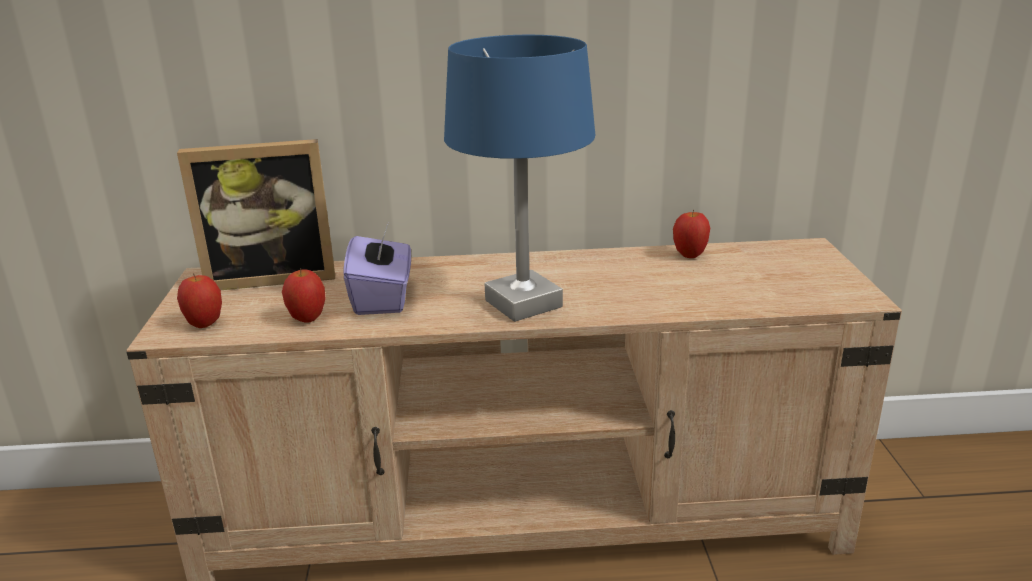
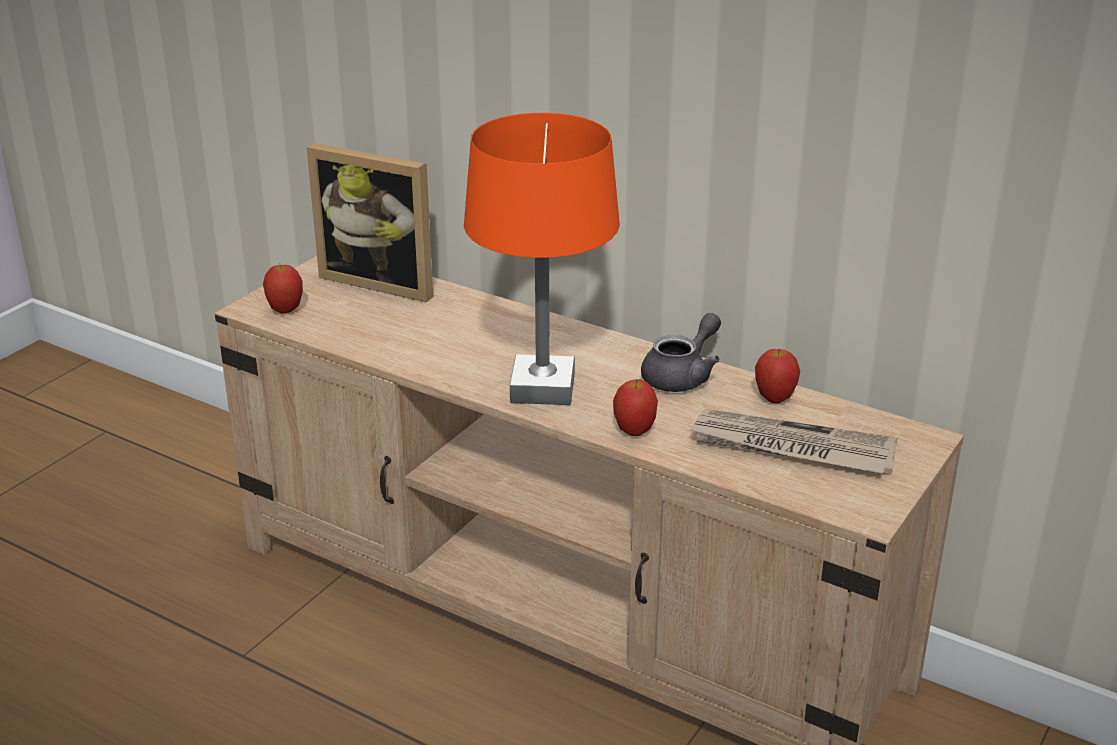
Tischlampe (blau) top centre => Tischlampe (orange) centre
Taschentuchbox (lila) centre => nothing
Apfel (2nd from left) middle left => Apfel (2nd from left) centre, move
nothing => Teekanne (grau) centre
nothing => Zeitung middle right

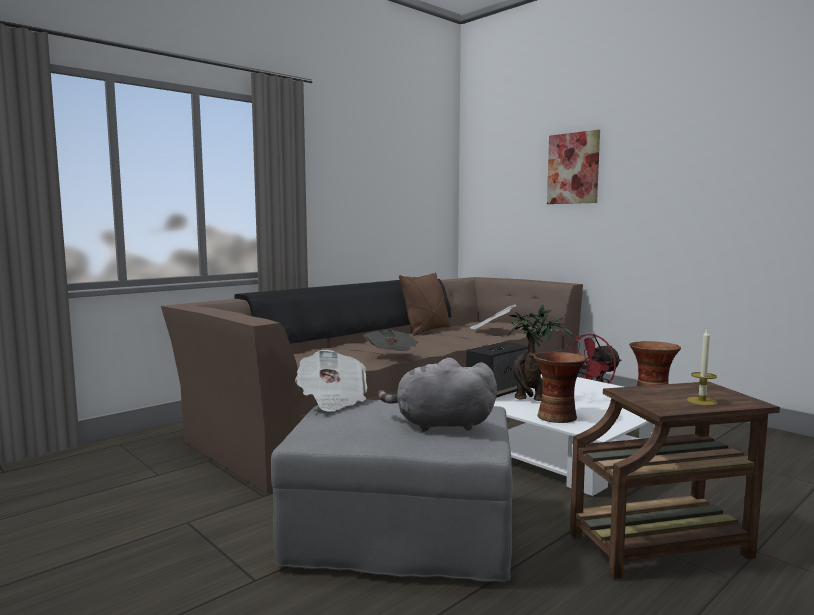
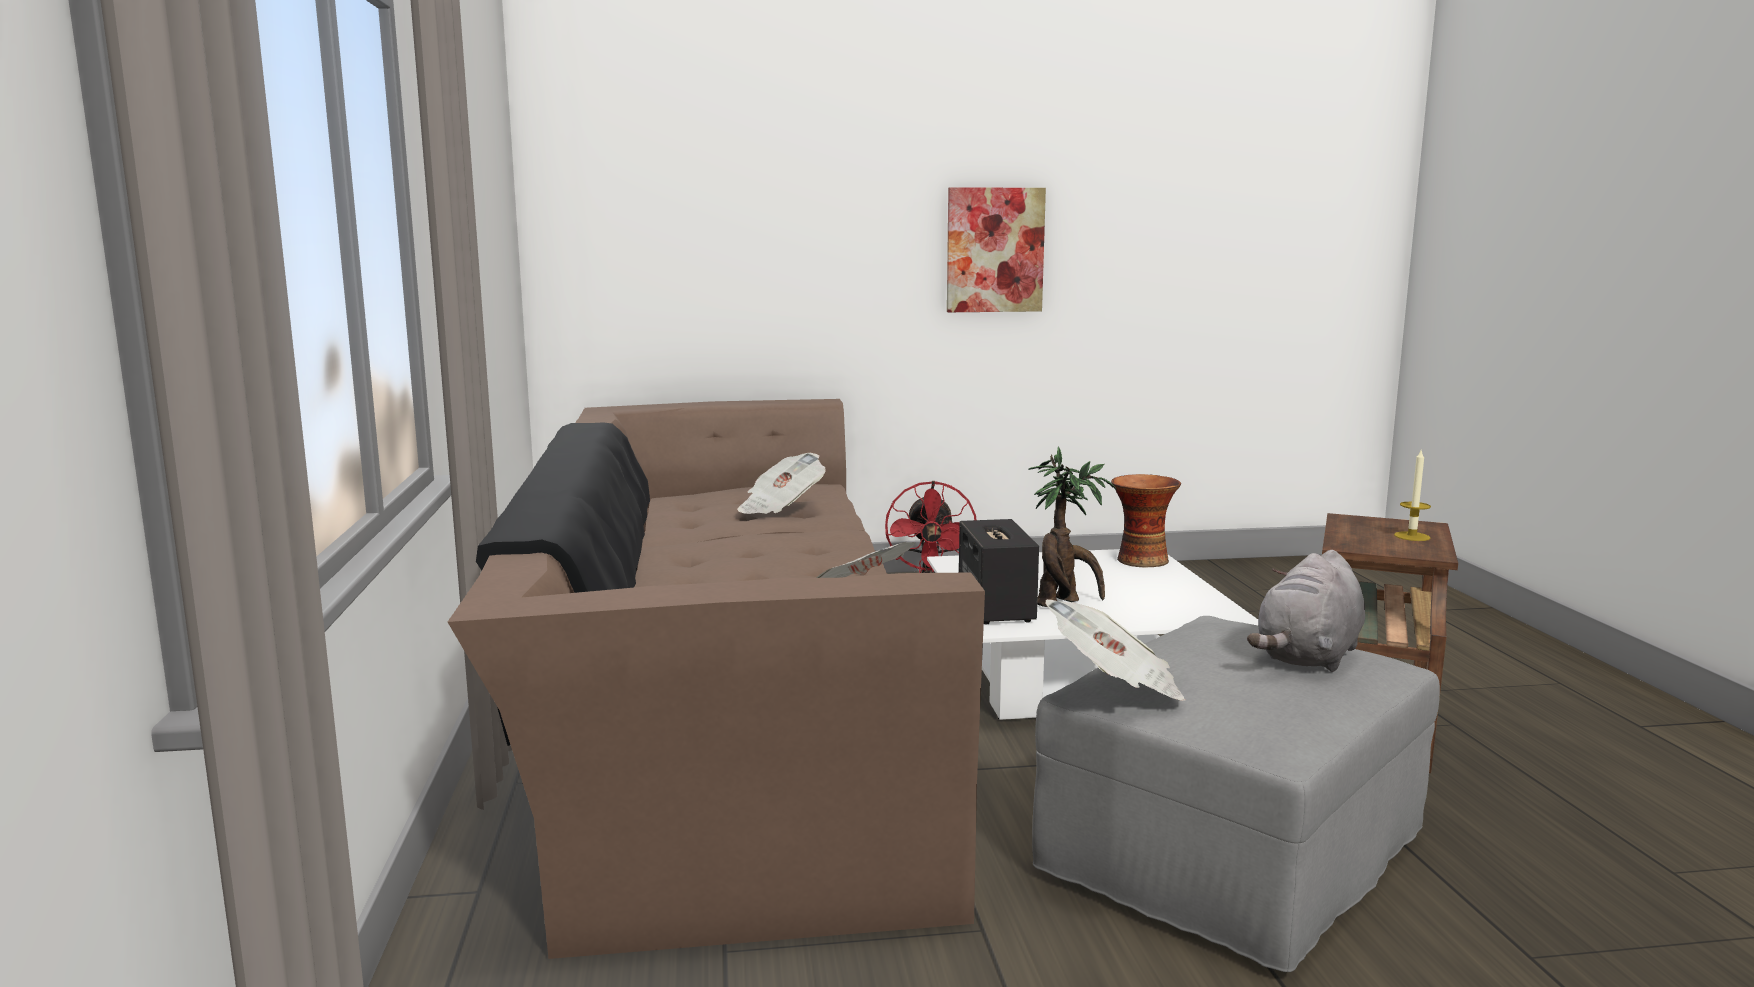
Bild top right => Bild top centre, move
Kissen (braun) centre => nothing
Vase (1st from left) middle right => nothing

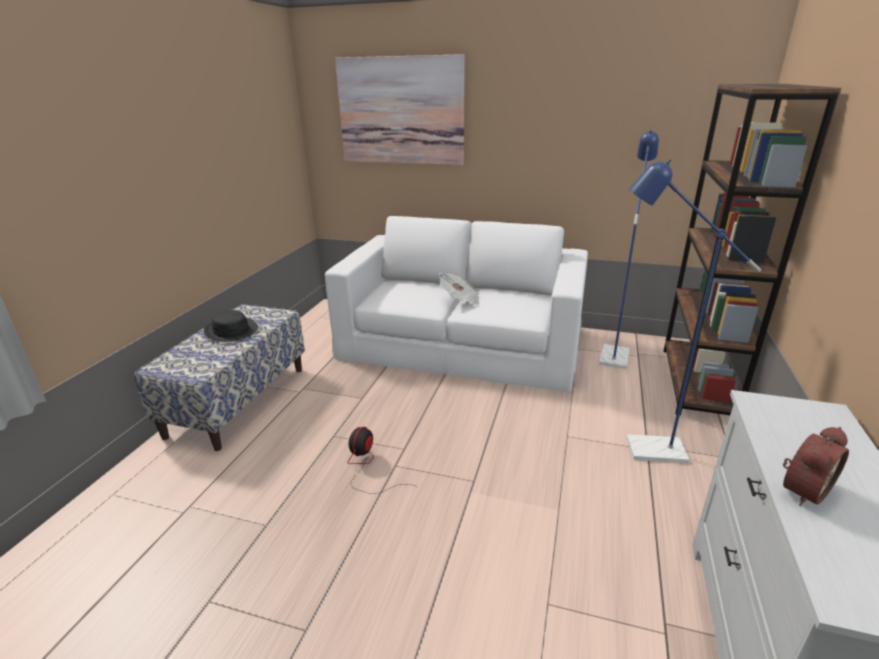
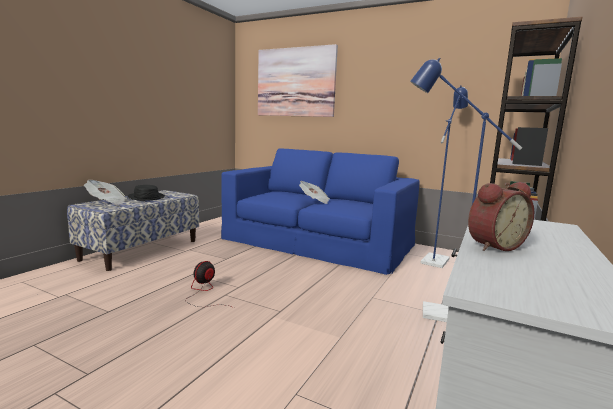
Sofa (weiß) centre => Sofa (blau) centre
nothing => Zeitung (1st from left) middle left

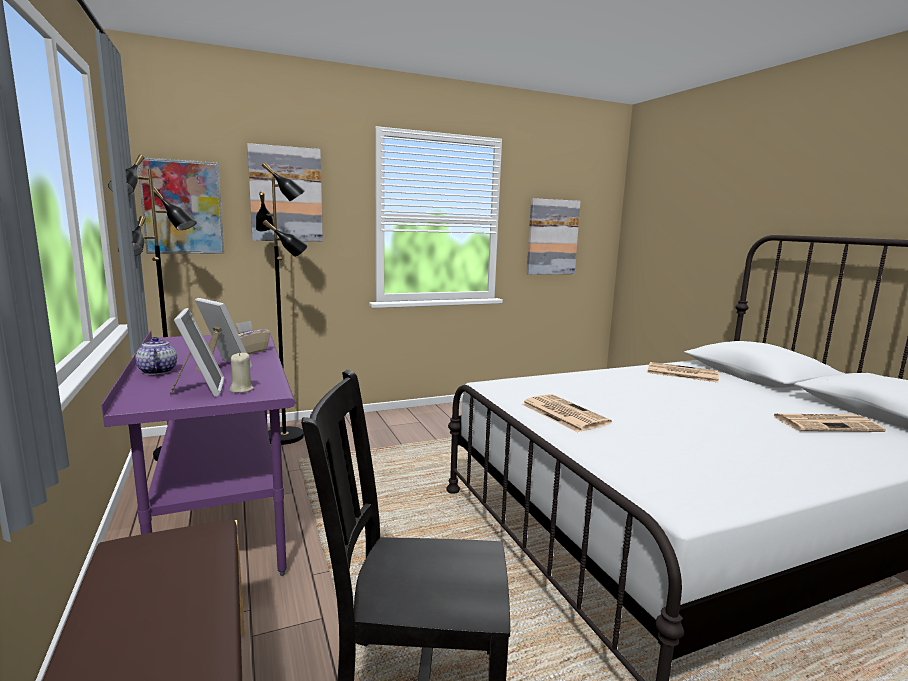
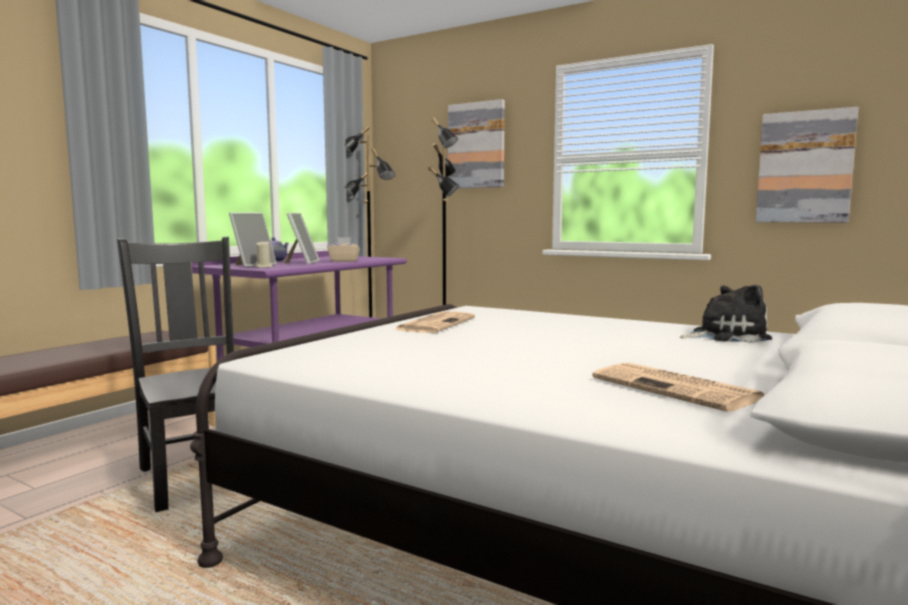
Bild (1st from left) top left => nothing
Zeitung (2nd from left) middle right => Plüschtier middle right

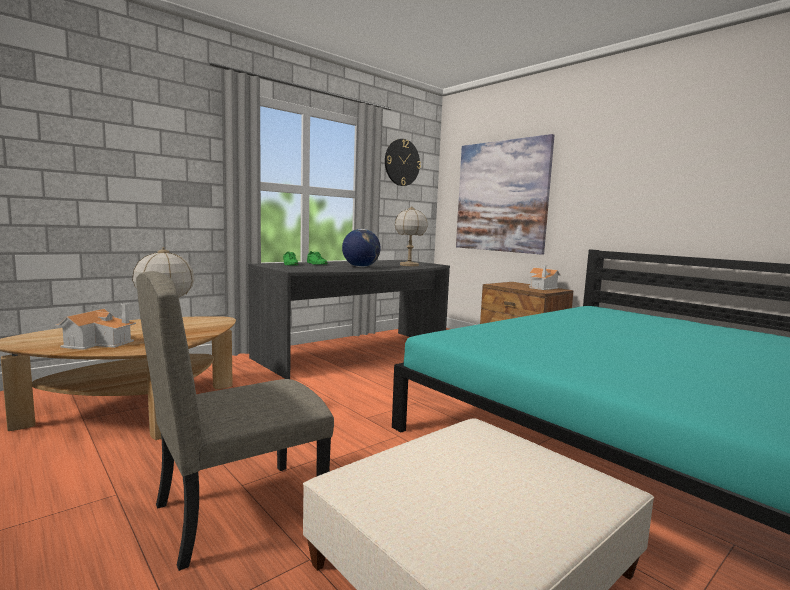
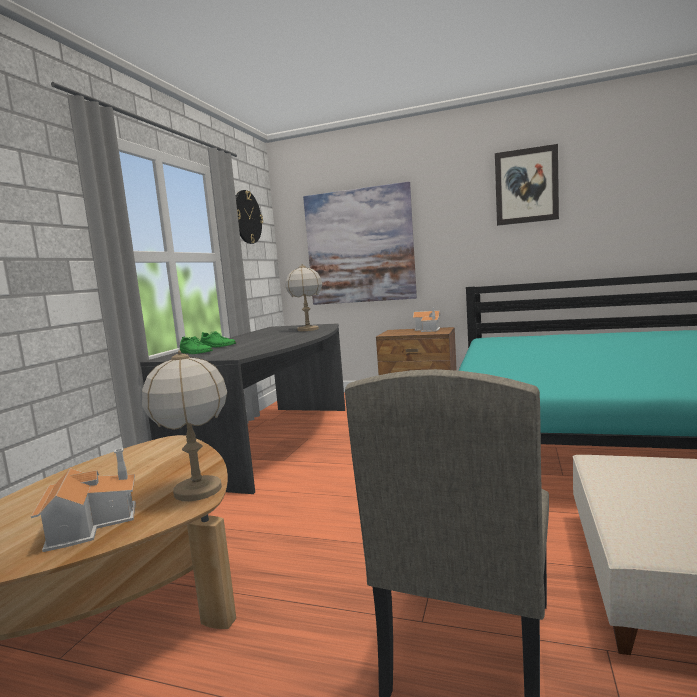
Globus centre => nothing
nothing => Bild (2nd from left) top right

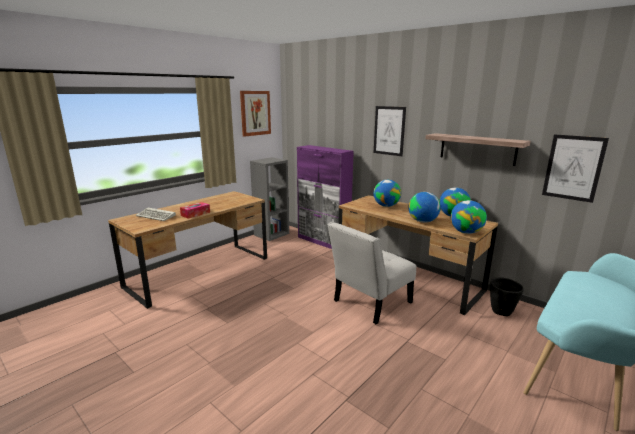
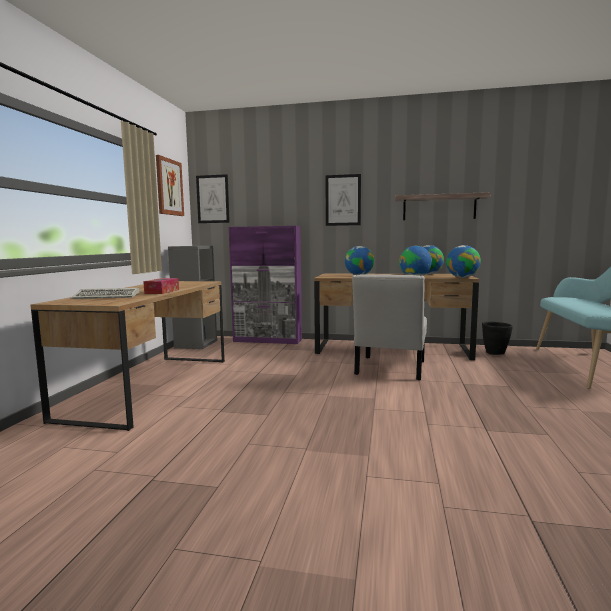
Bild (3rd from left in the first image) middle right => Bild (2nd from left) top centre, move

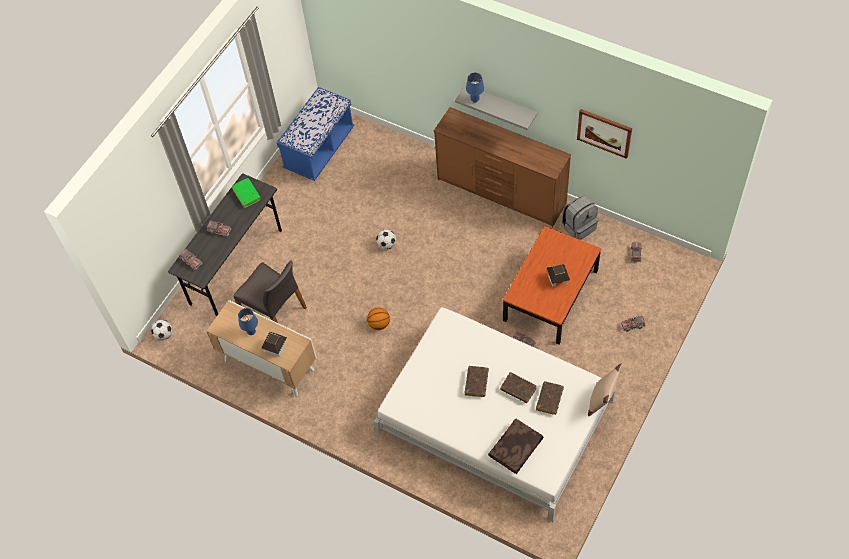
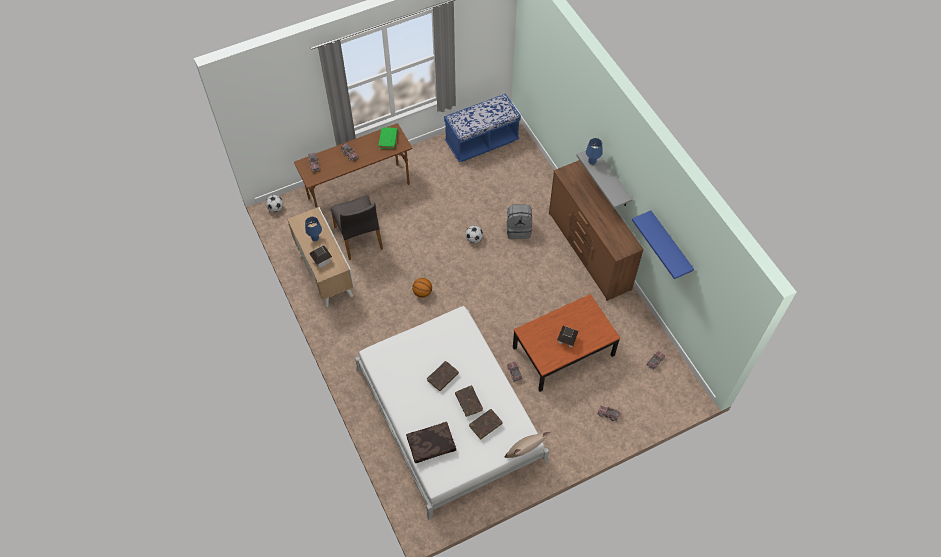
Bild top right => Wandregal (blau) middle right
Schreibtisch (grau) middle left => Schreibtisch (braun) top centre
Rucksack (grau) middle right => Rucksack (grau) centre, move

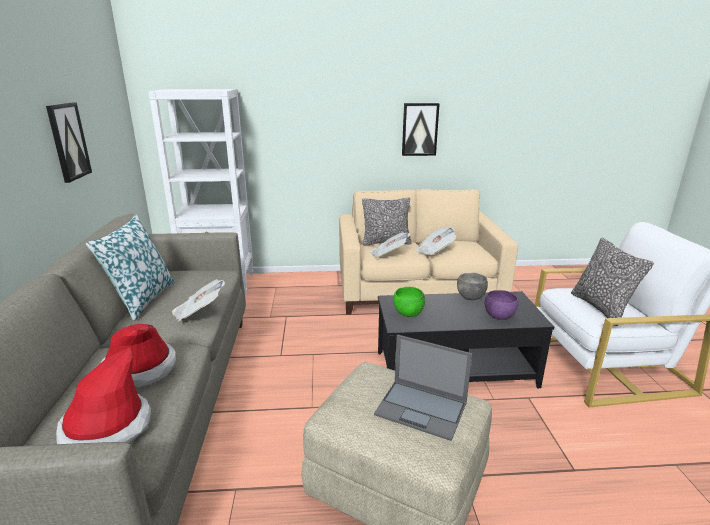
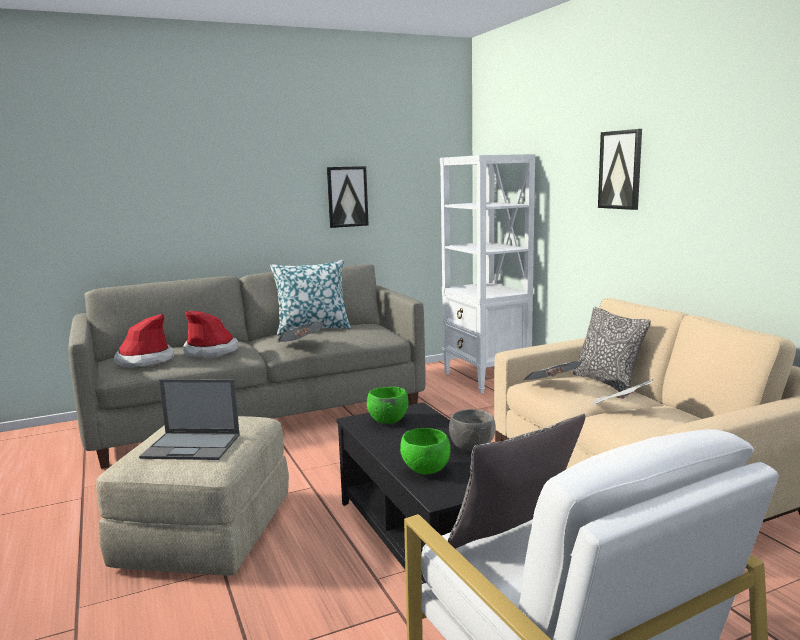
Bild (2nd from left) top centre => Bild (2nd from left) top right, move
Schüssel (lila) middle right => Schüssel (grün) (2nd from left) bottom centre
Laptop bottom centre => Laptop middle left, 90 degrees counterclockwise

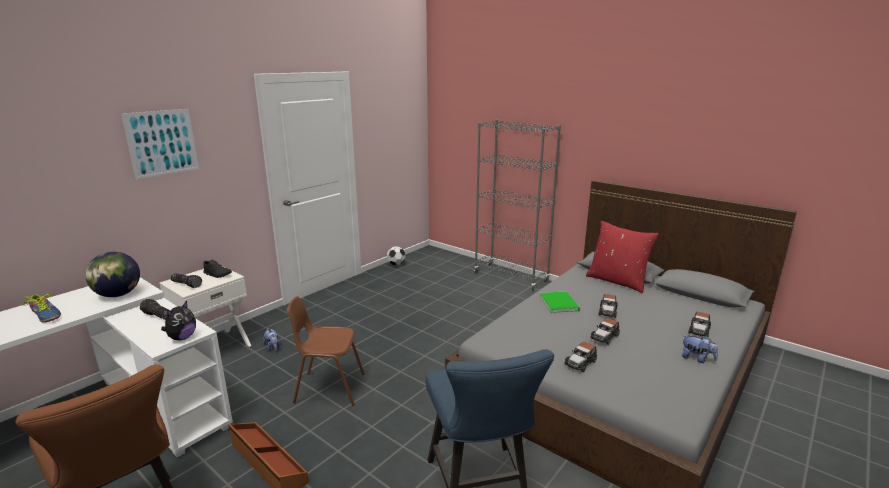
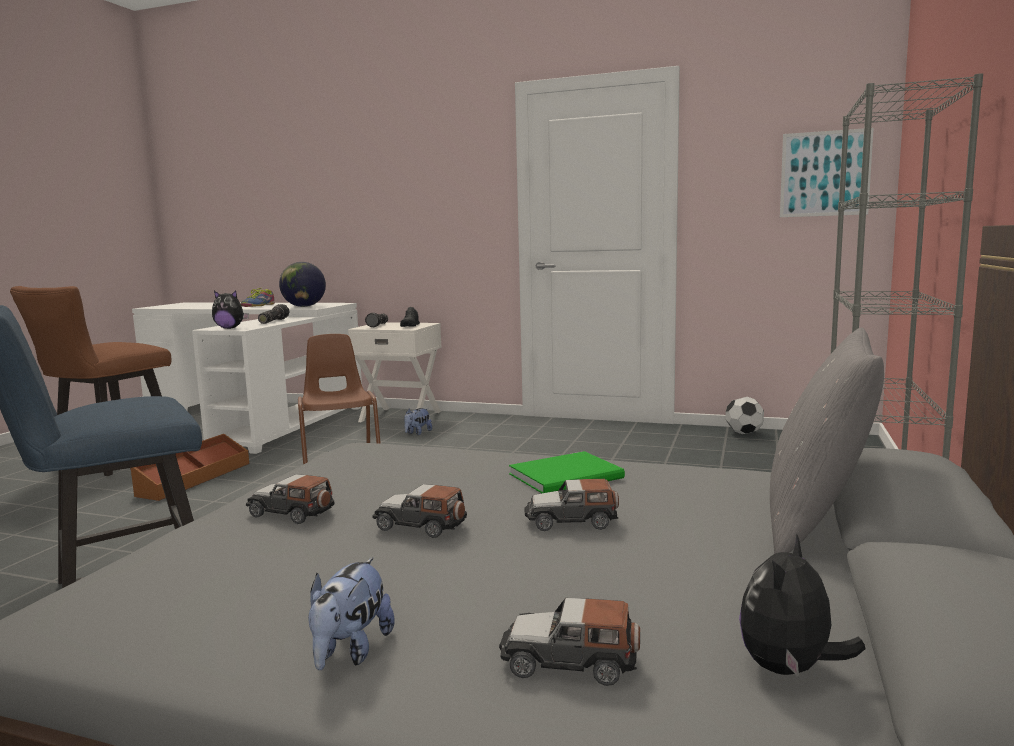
Bild top left => Bild top right, move
Kissen (rot) middle right => Kissen (grau) middle right
nothing => Plüschtier (4th from left) bottom right

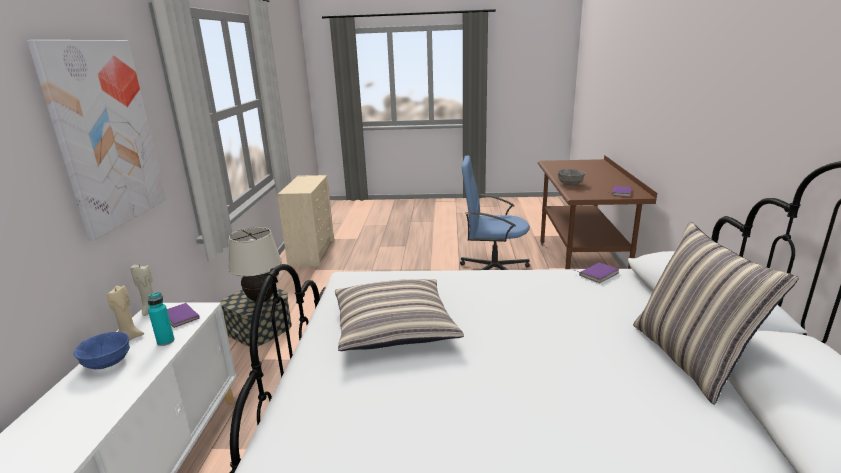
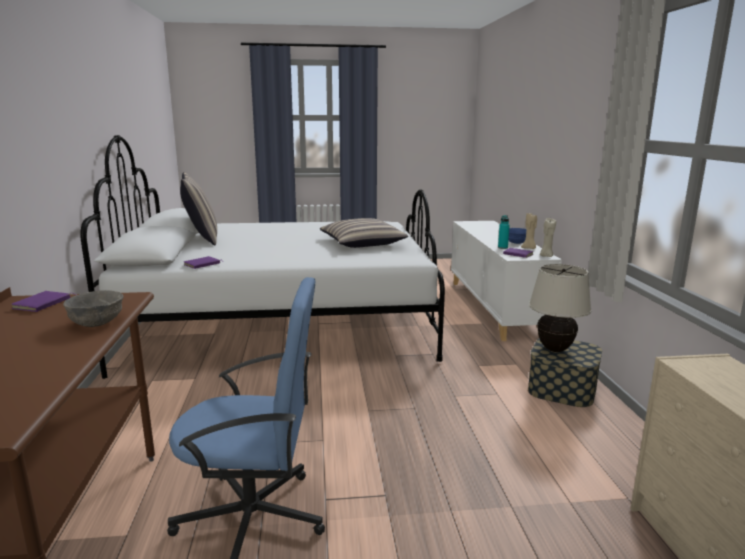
Bild top left => nothing

